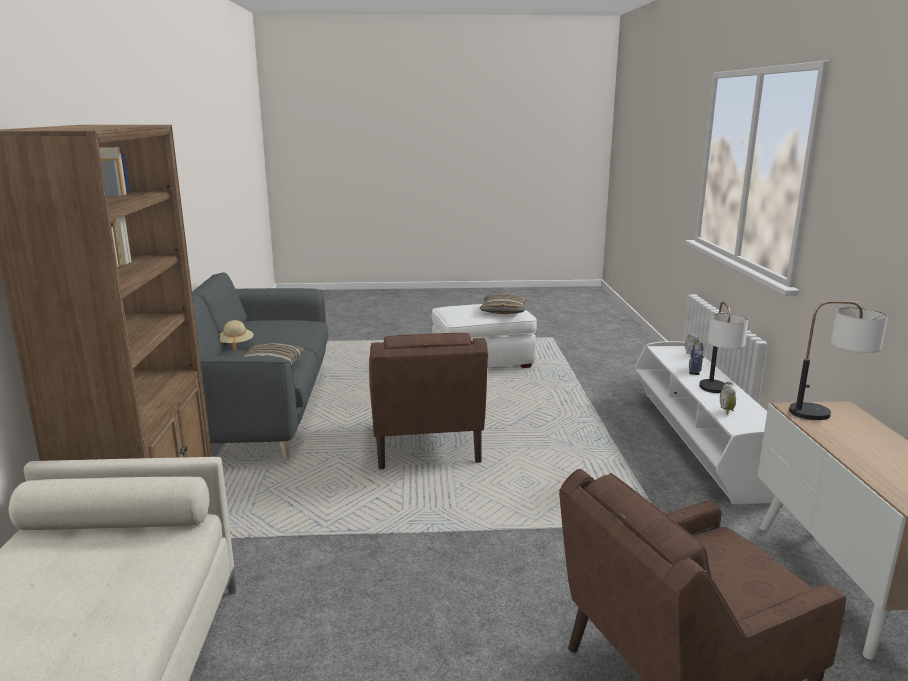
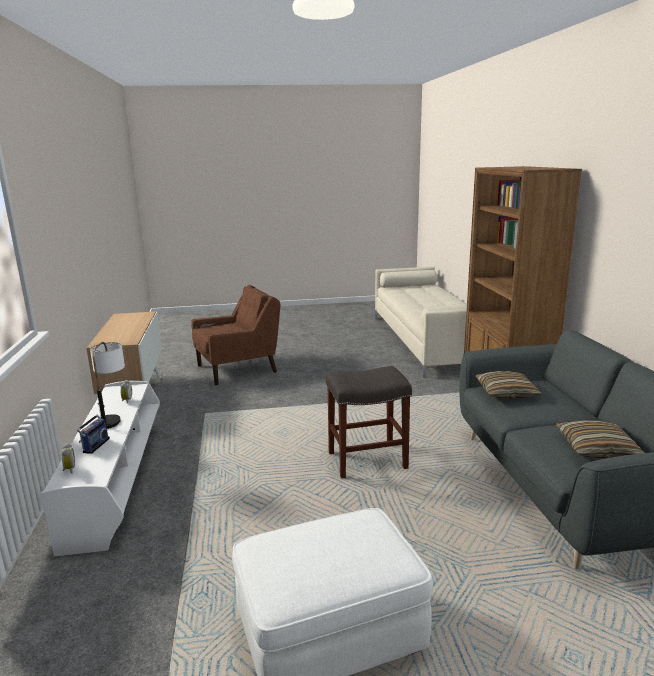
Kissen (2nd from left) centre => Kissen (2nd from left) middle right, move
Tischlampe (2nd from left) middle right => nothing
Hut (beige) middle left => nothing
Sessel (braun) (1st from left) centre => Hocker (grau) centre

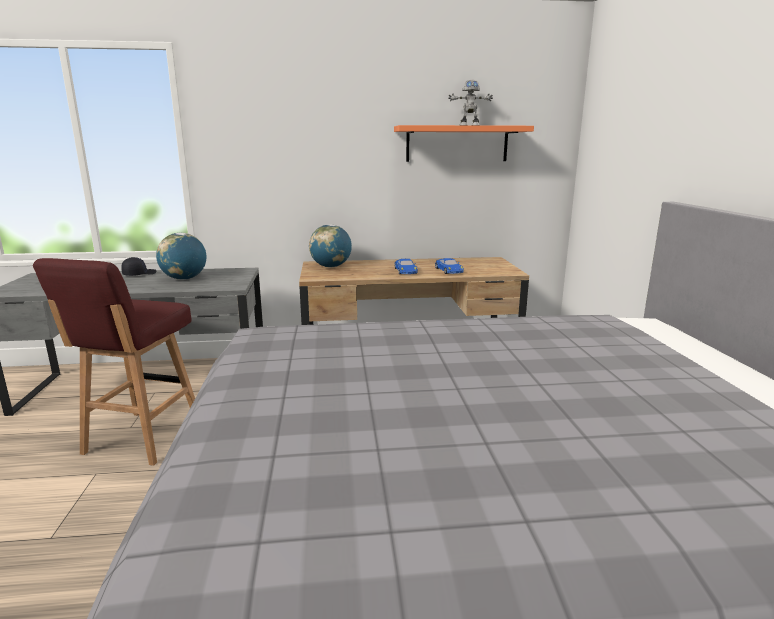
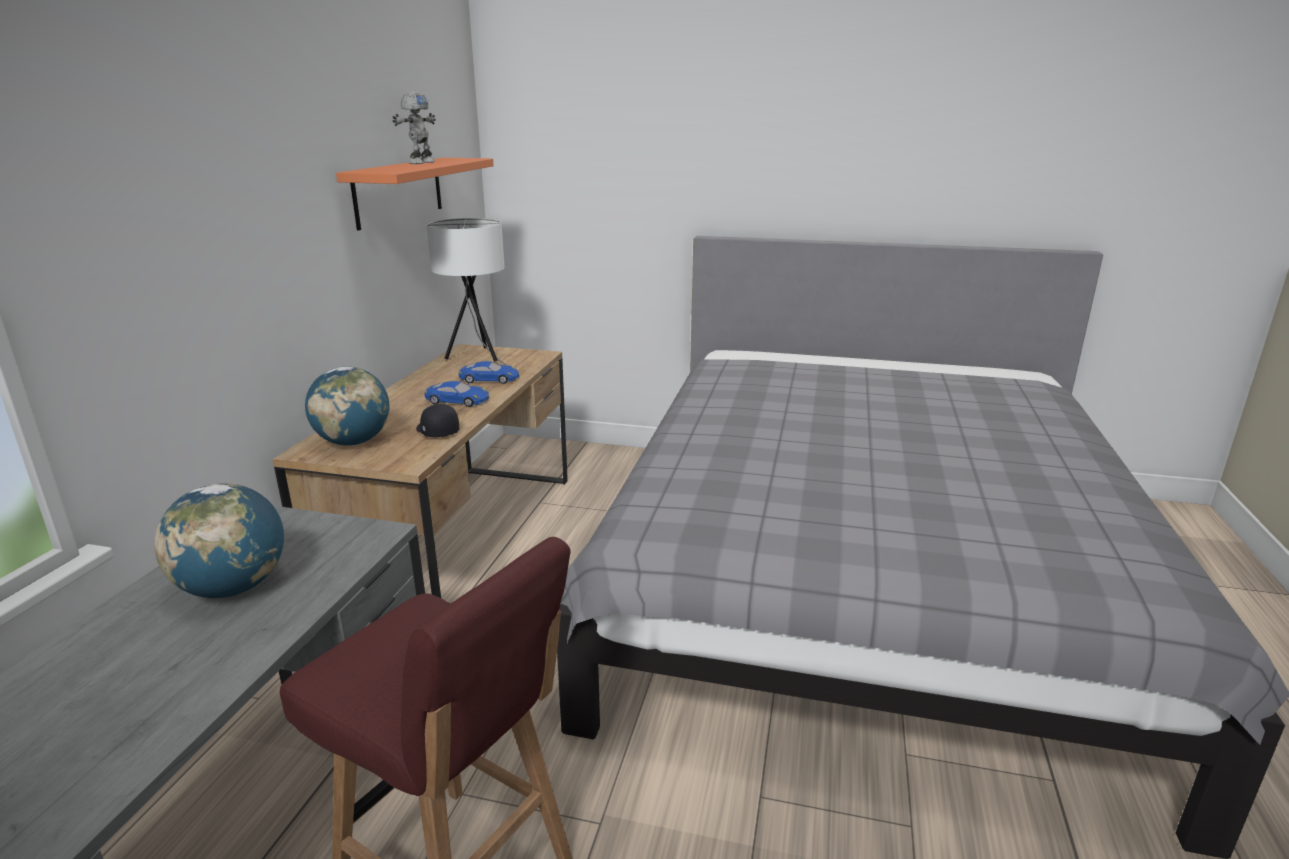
Kappe (schwarz) middle left => Kappe (schwarz) centre, move
nothing => Tischlampe (weiß) centre

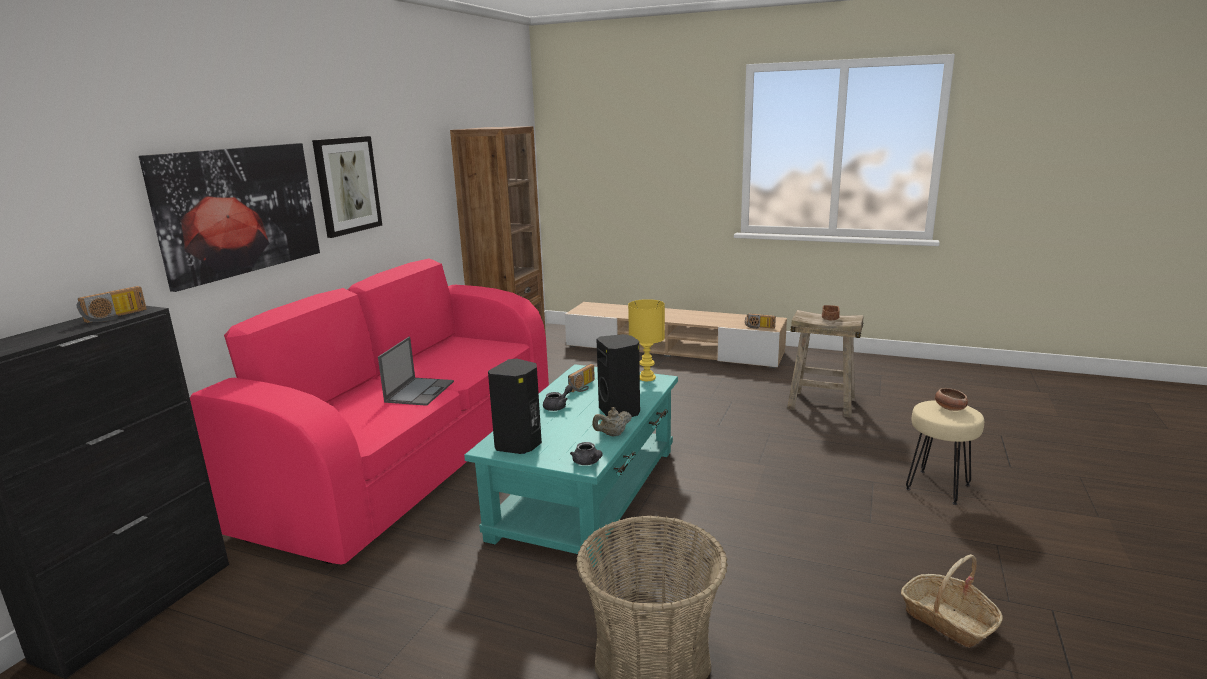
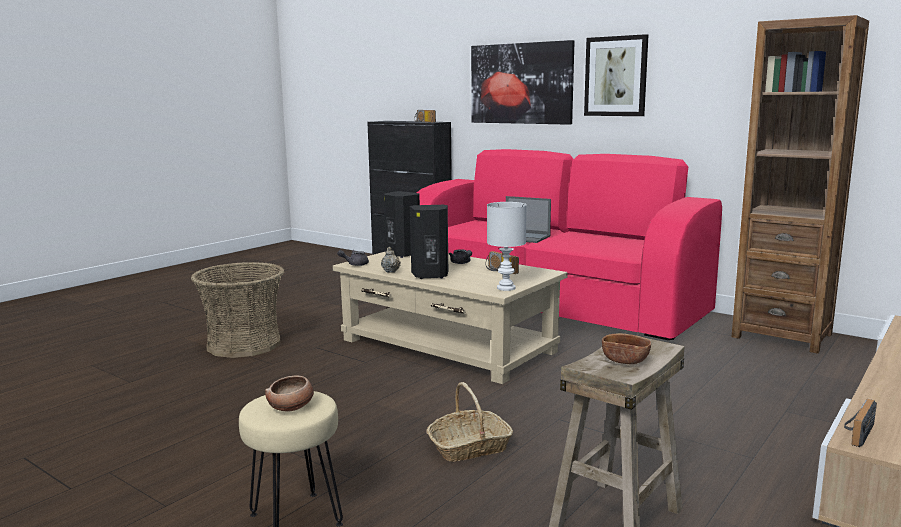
Tischlampe (gelb) centre => Tischlampe (weiß) centre
Couchtisch (türkis) bottom centre => Couchtisch (beige) centre
Korb (2nd from left) bottom right => Korb (2nd from left) bottom centre, move

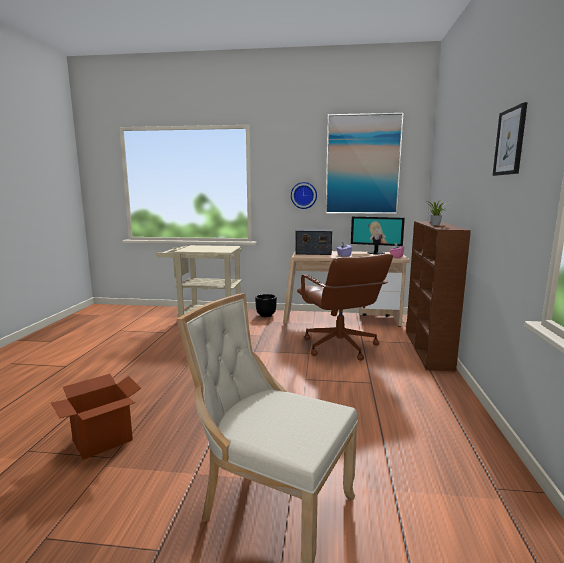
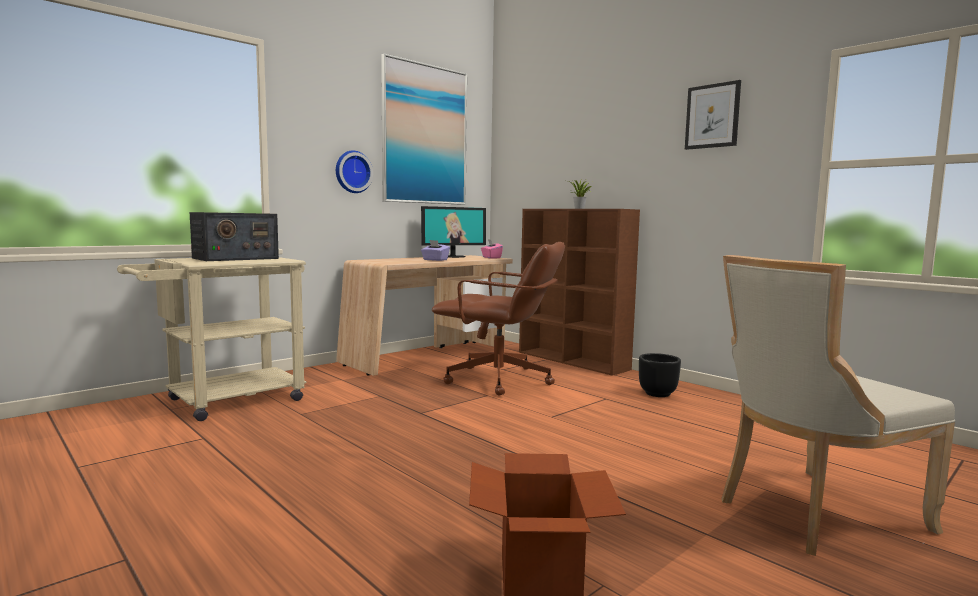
Radio centre => Radio middle left, move
Pflanzkübel (schwarz) centre => Pflanzkübel (schwarz) middle right, move

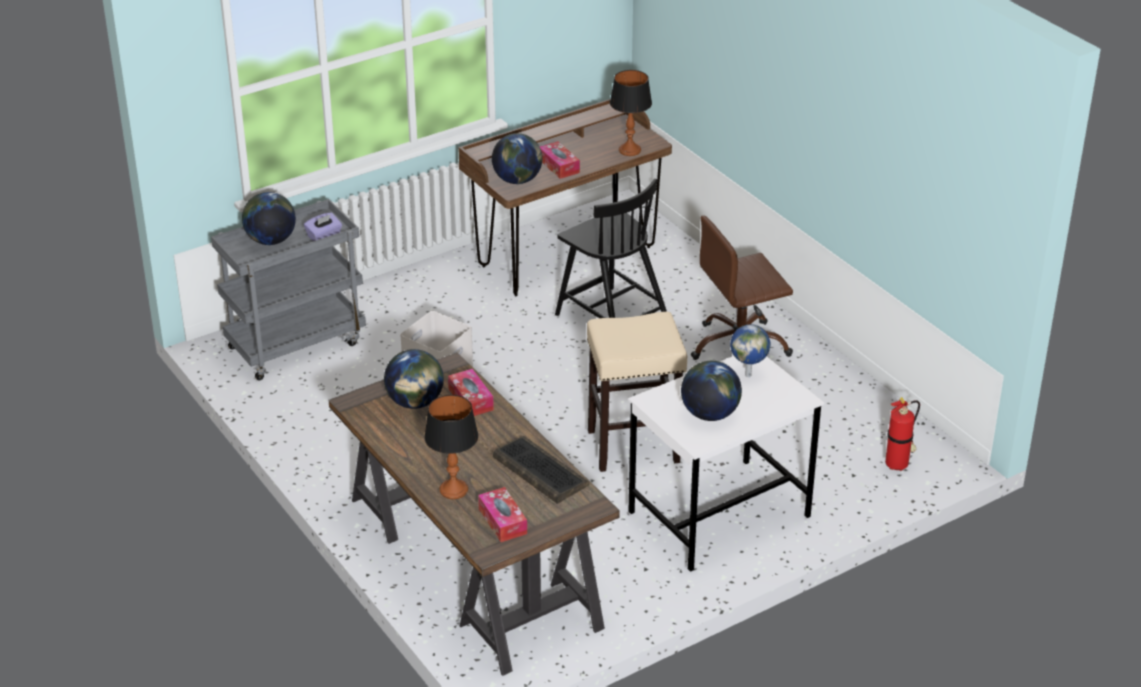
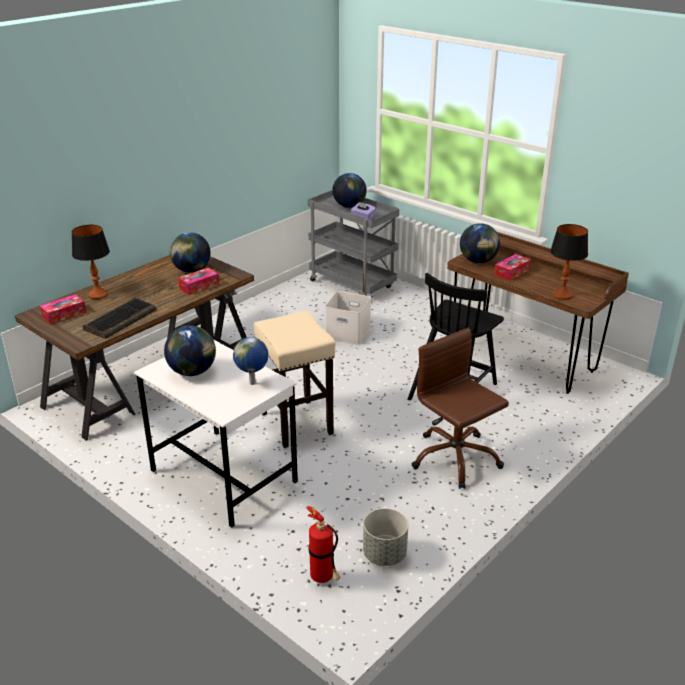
nothing => Pflanzkübel (grau) bottom centre

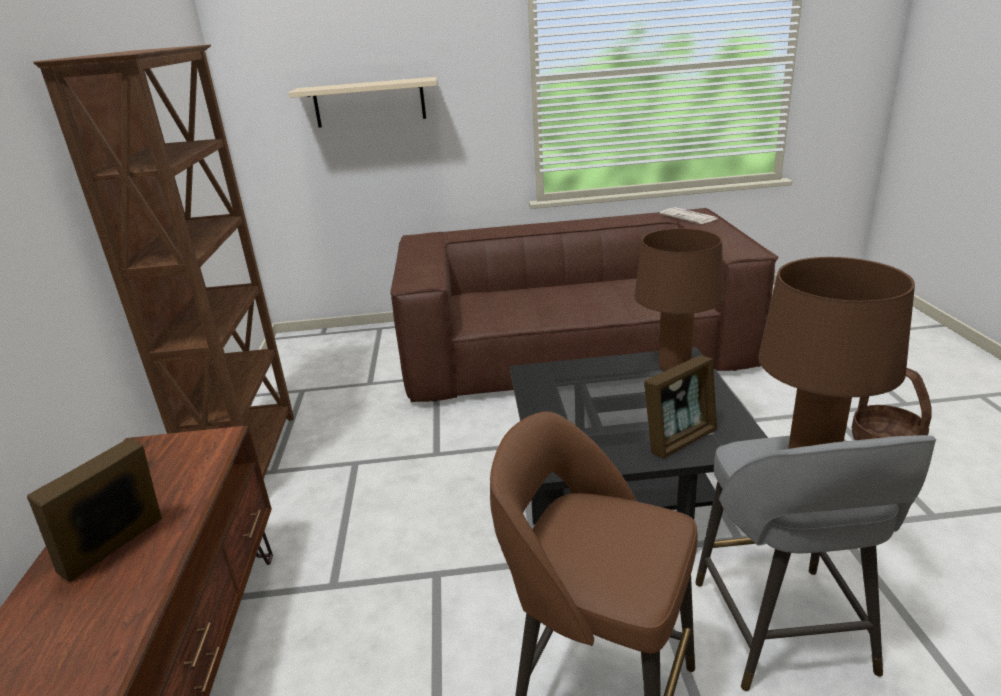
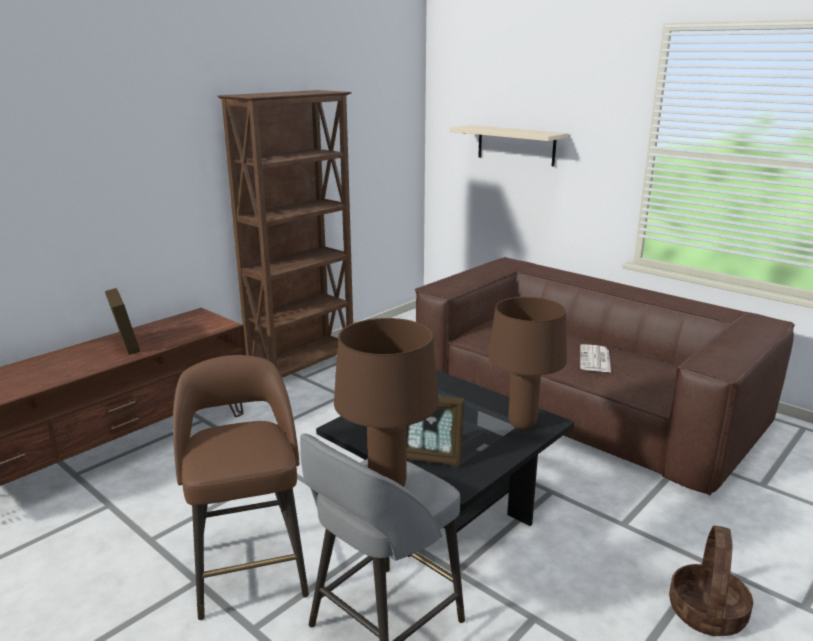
Zeitung top right => Zeitung middle right, move
Bilderrahmen (1st from left) bottom left => Bilderrahmen (1st from left) middle left, 75 degrees clockwise

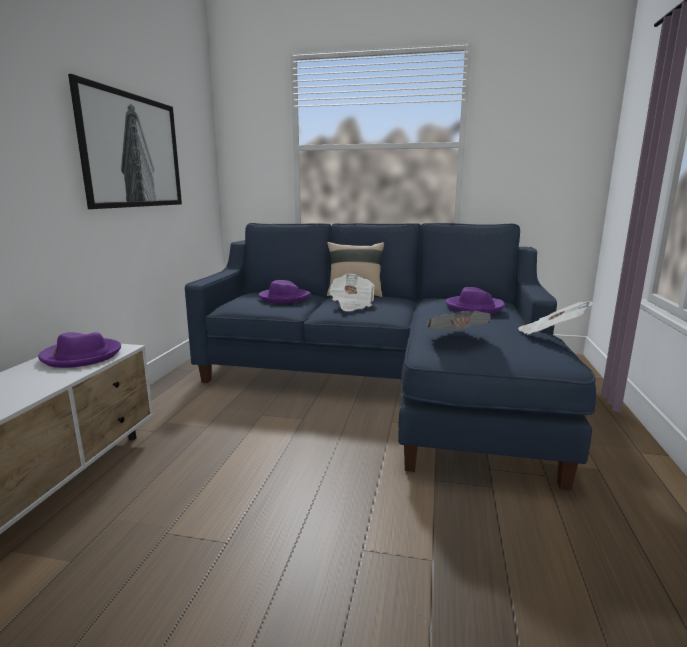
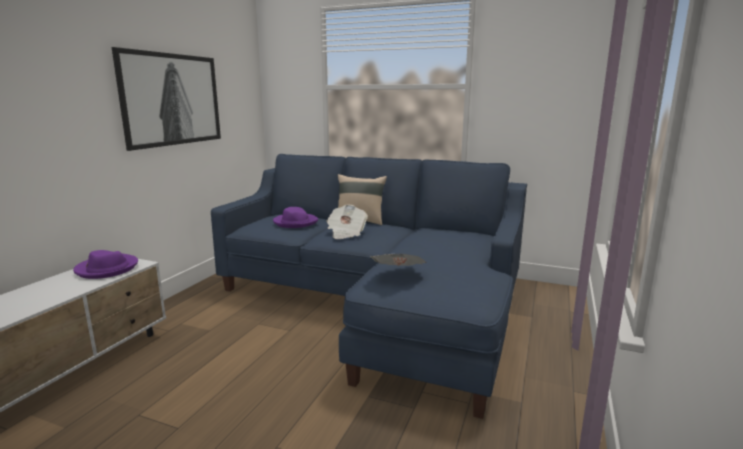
Hut (lila) (3rd from left) middle right => nothing
Zeitung (3rd from left) middle right => nothing

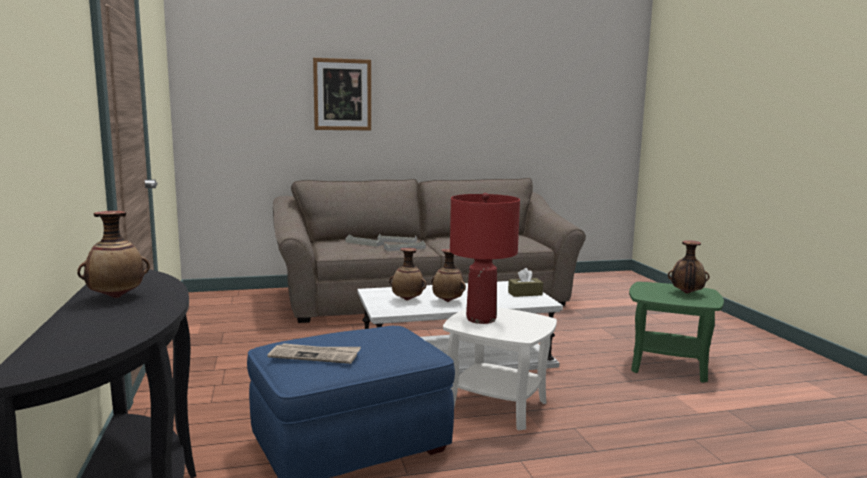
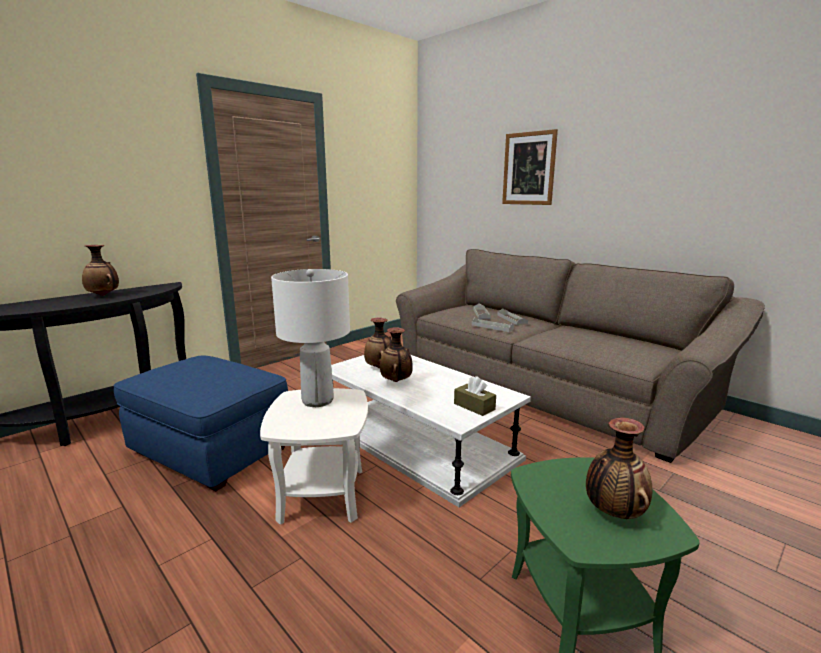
Tischlampe (rot) centre => Tischlampe (weiß) centre
Zeitung bottom centre => nothing

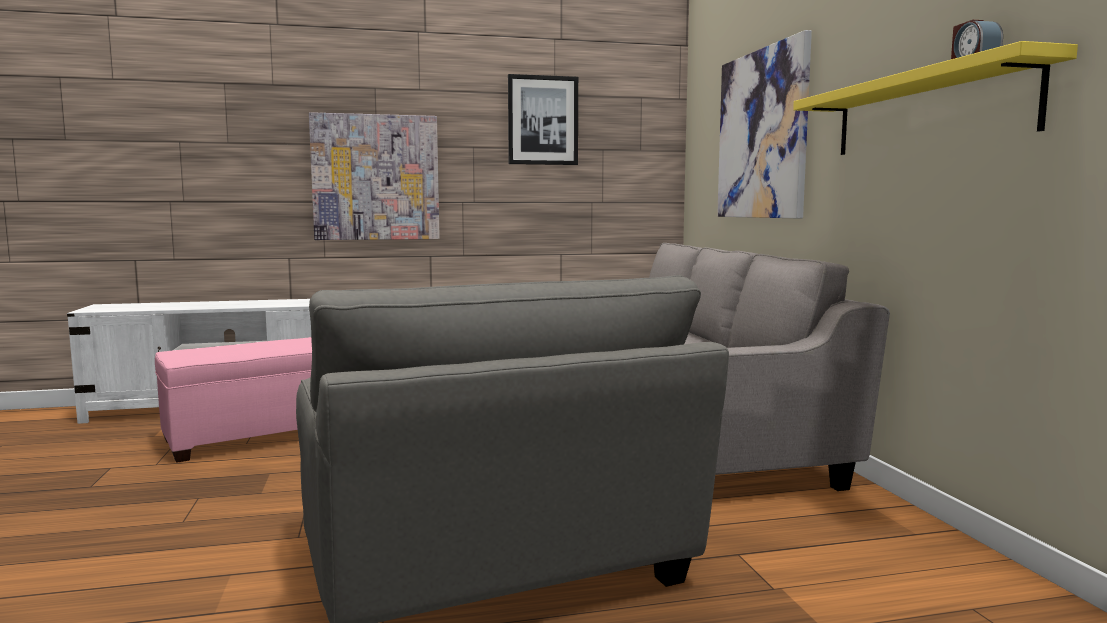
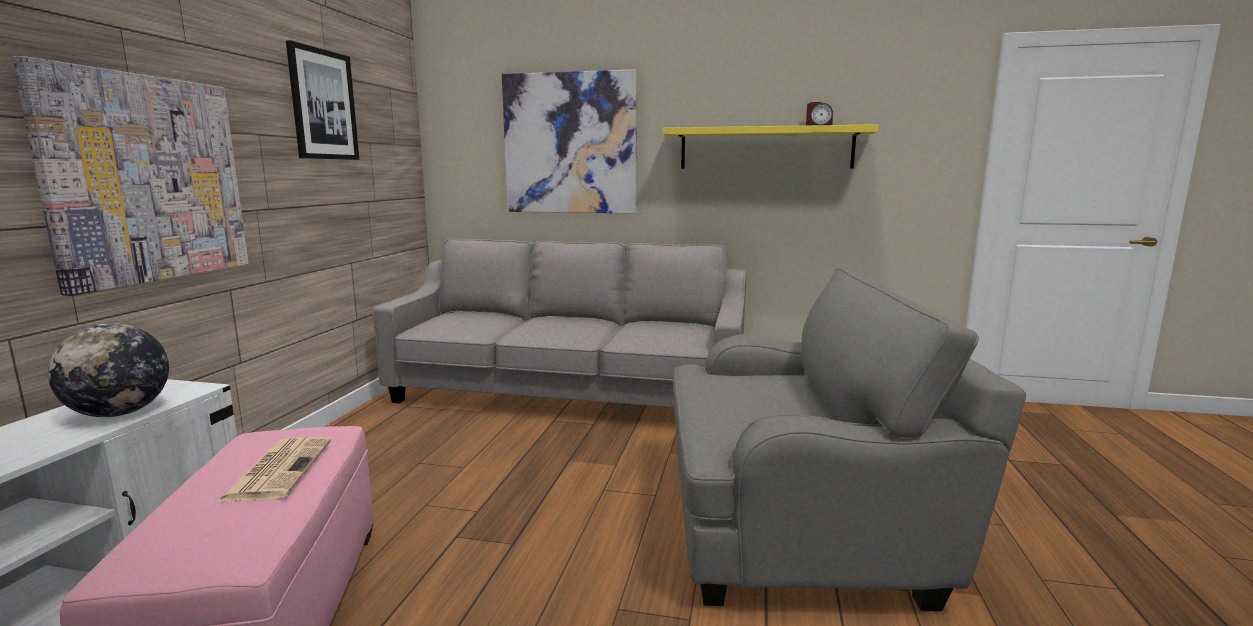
nothing => Globus middle left
nothing => Zeitung bottom left

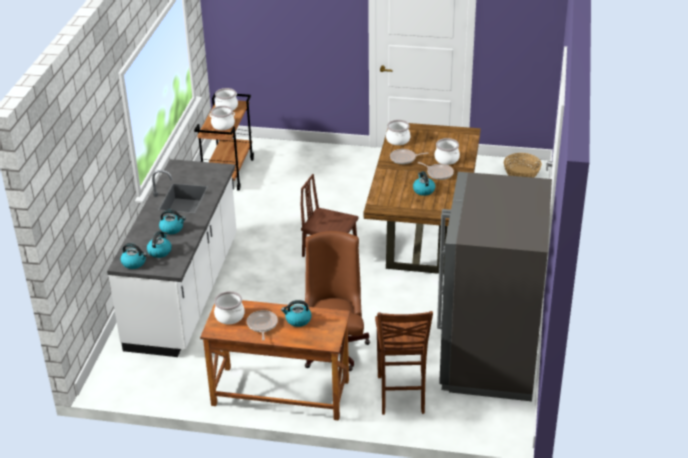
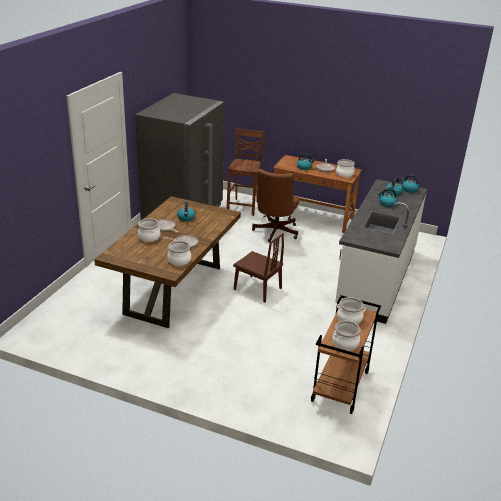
Korb middle right => nothing

